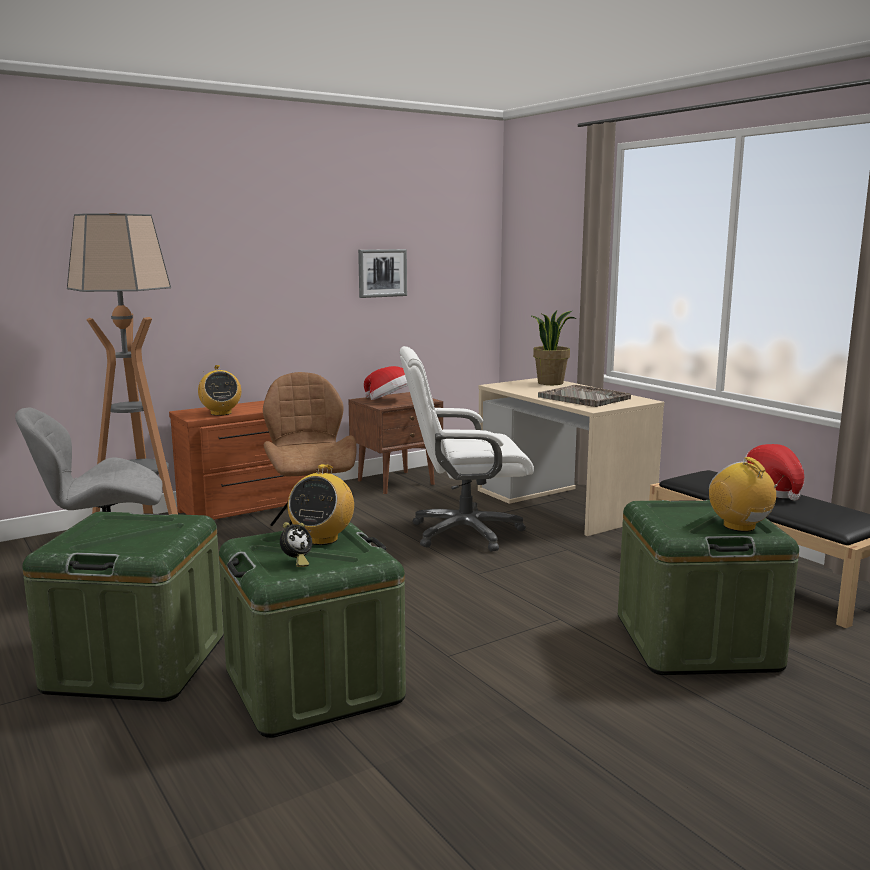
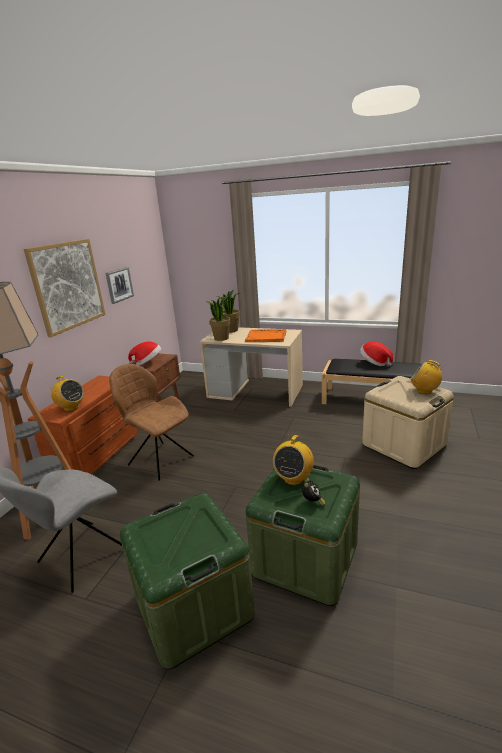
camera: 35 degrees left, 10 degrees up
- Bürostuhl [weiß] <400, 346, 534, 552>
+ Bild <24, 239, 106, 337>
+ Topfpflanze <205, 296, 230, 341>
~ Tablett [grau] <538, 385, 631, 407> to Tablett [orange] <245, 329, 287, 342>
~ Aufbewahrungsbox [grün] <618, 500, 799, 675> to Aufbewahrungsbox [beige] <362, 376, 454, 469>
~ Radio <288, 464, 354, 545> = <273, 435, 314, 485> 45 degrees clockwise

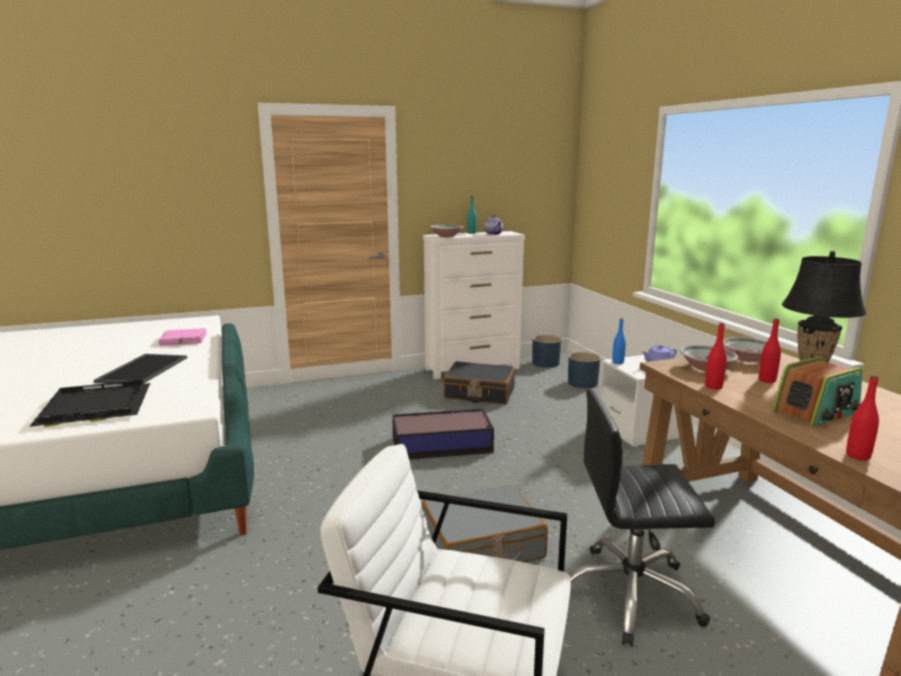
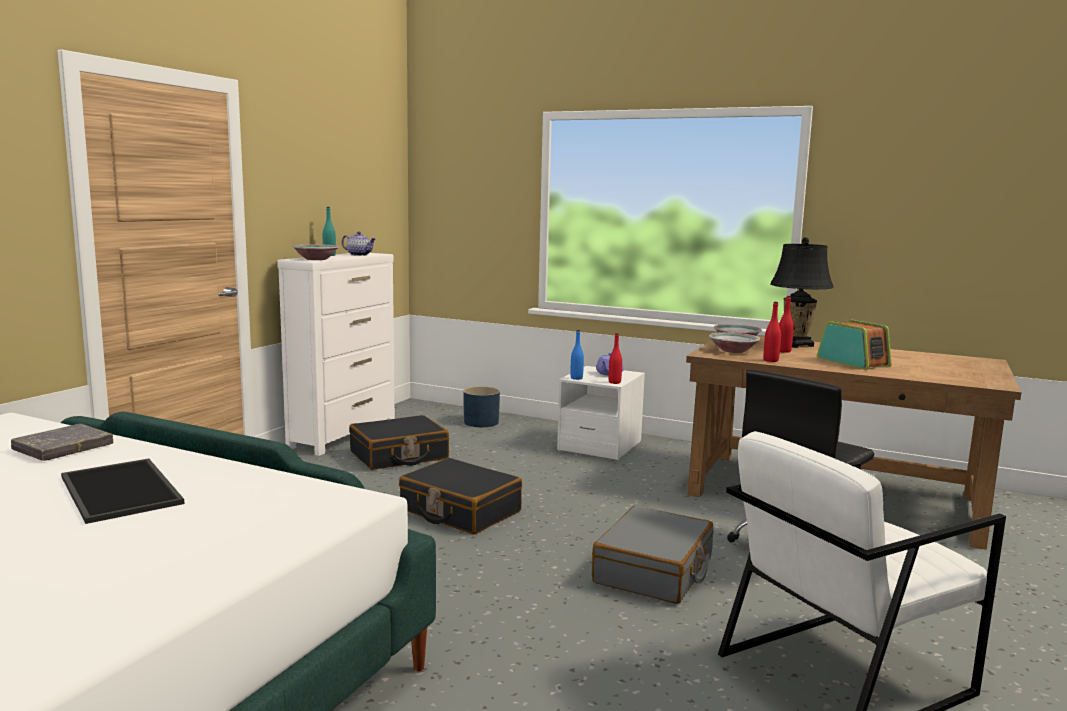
camera: 45 degrees left, 5 degrees down
- Tablett [schwarz] <29, 380, 150, 427>
- Pflanzkübel [blau] <532, 335, 561, 368>
~ Flasche [rot] <846, 375, 879, 461> to <609, 333, 622, 384>
~ Aufbewahrungsbox <392, 409, 494, 459> to Koffer [schwarz] <399, 458, 522, 534>
~ Buch [rosa] <159, 328, 207, 346> to Buch [grau] <11, 424, 113, 461>
~ Radio <772, 357, 863, 427> = <817, 320, 891, 370> 45 degrees counterclockwise

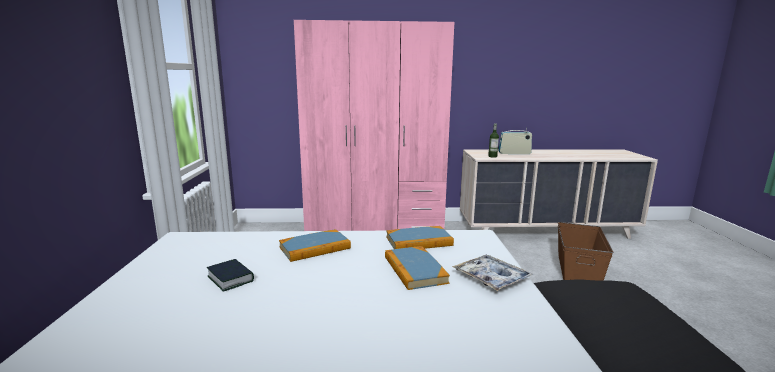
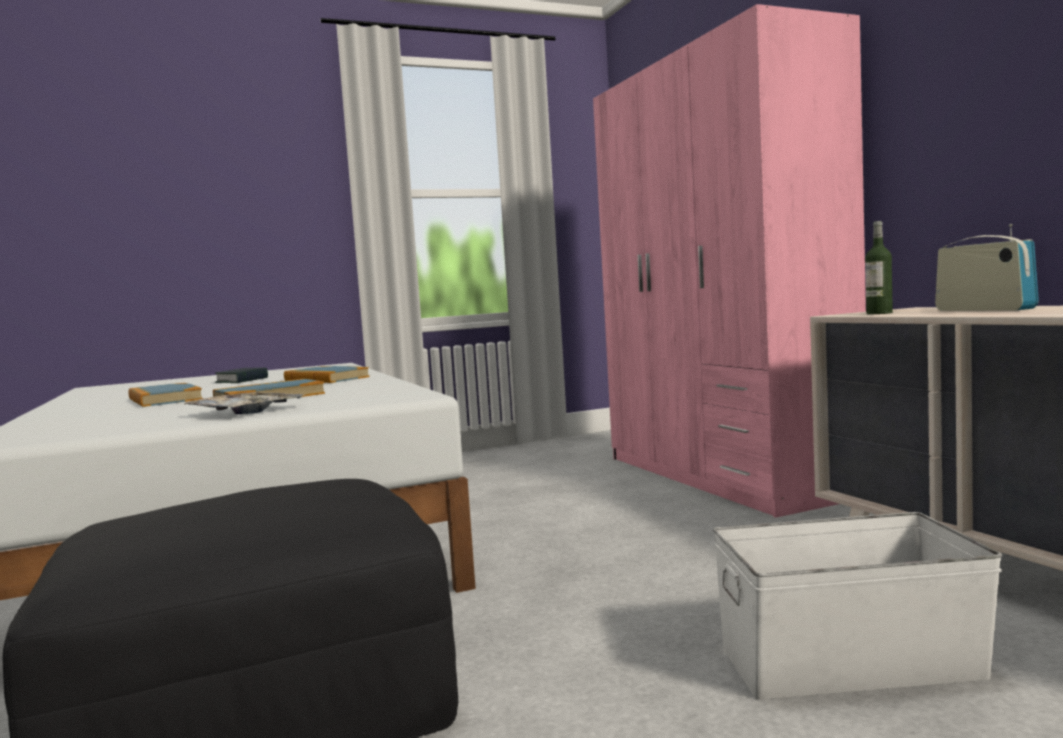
camera: 70 degrees right, 10 degrees down
~ Buch <386, 226, 454, 249> to <128, 383, 203, 407>
~ Aufbewahrungsbox [braun] <558, 222, 613, 281> to Aufbewahrungsbox [weiß] <713, 512, 1002, 700>

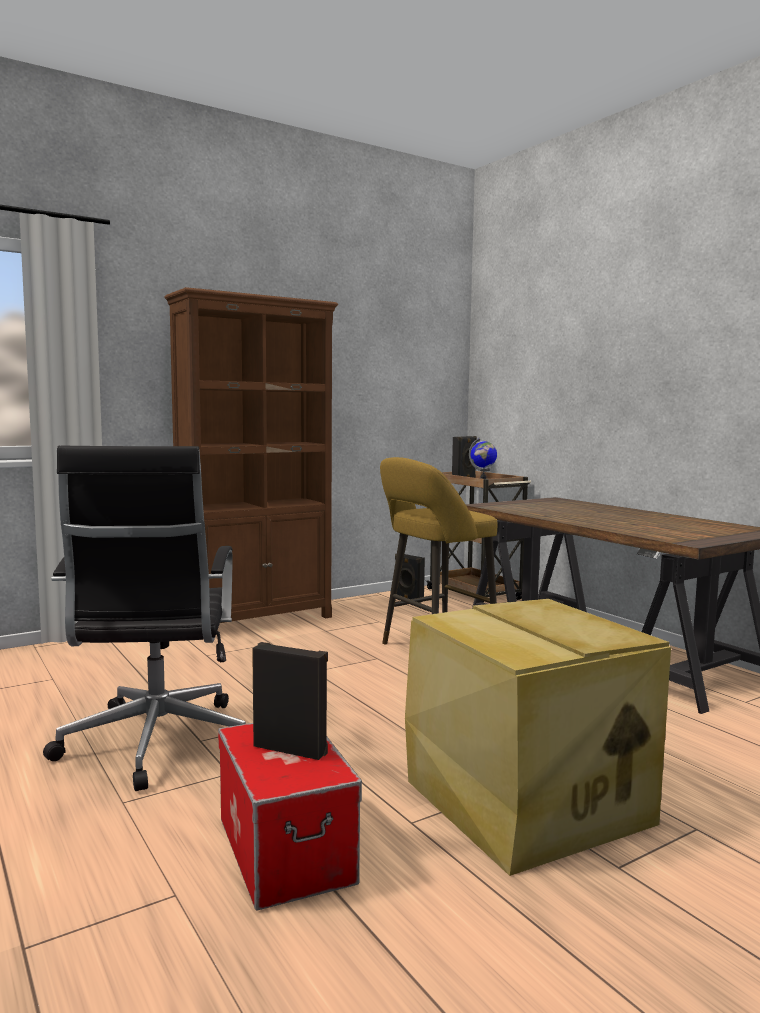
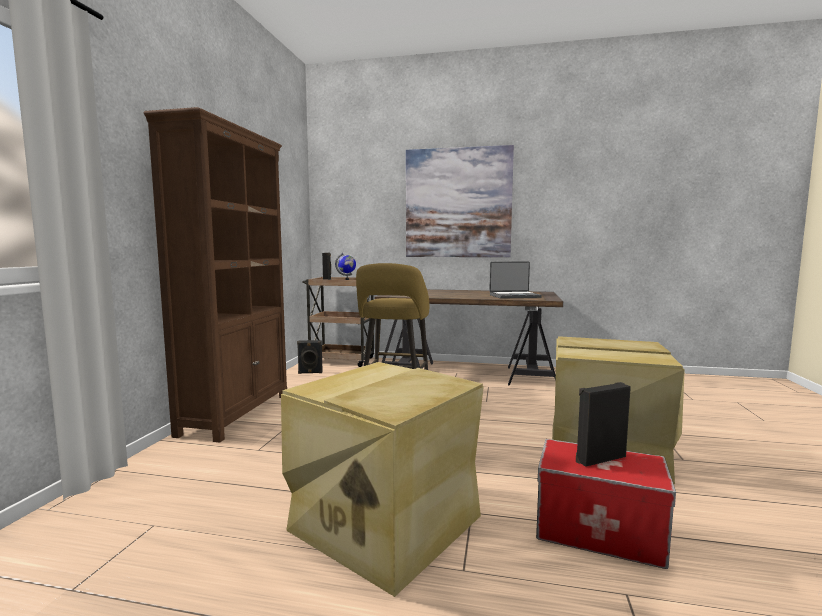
camera: 45 degrees left, 0 degrees up
+ Bild <406, 145, 514, 257>
+ Laptop <489, 262, 542, 299>
~ Bürostuhl [schwarz] <43, 446, 246, 791> to Aufbewahrungsbox [beige] <281, 362, 484, 597>

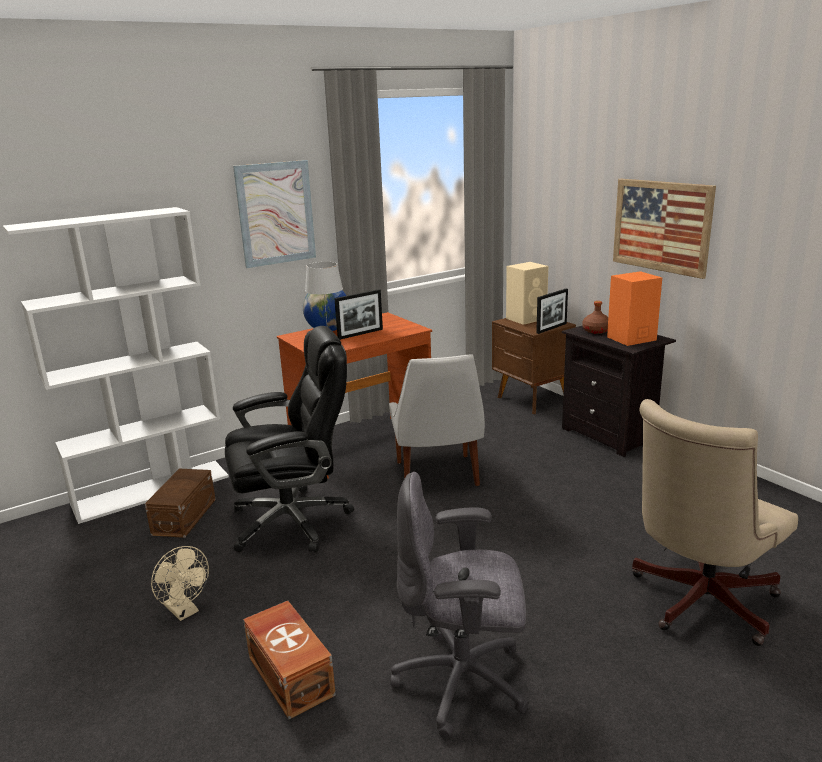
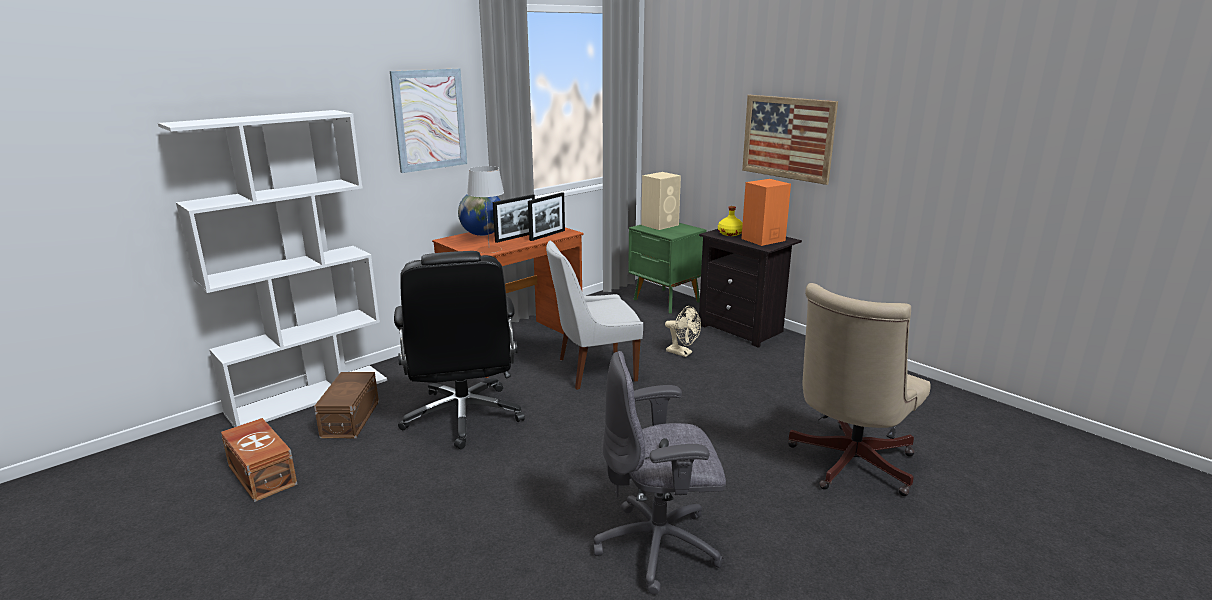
camera: 10 degrees left, 0 degrees up
~ Ventilator [beige] <151, 546, 209, 621> to <665, 306, 701, 357>
~ Aufbewahrungsbox [braun] <243, 601, 336, 719> to <221, 418, 298, 502>
~ Bilderrahmen <536, 289, 568, 334> to <528, 192, 565, 241>
~ Nachttisch [braun] <492, 318, 576, 414> to Nachttisch [grün] <628, 223, 707, 313>
~ Flasche [braun] <582, 301, 608, 334> to Flasche [gelb] <718, 206, 743, 236>
~ Bürostuhl [schwarz] <225, 326, 354, 553> = <394, 251, 525, 449> 105 degrees clockwise
~ Stuhl [weiß] <389, 354, 485, 486> = <546, 240, 643, 390> 90 degrees clockwise

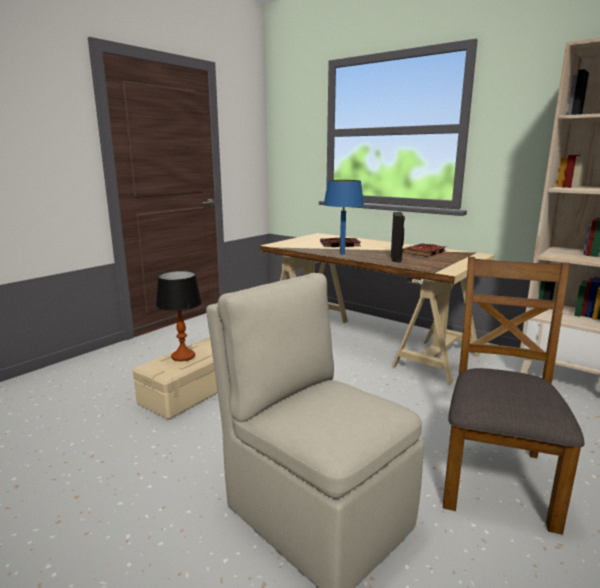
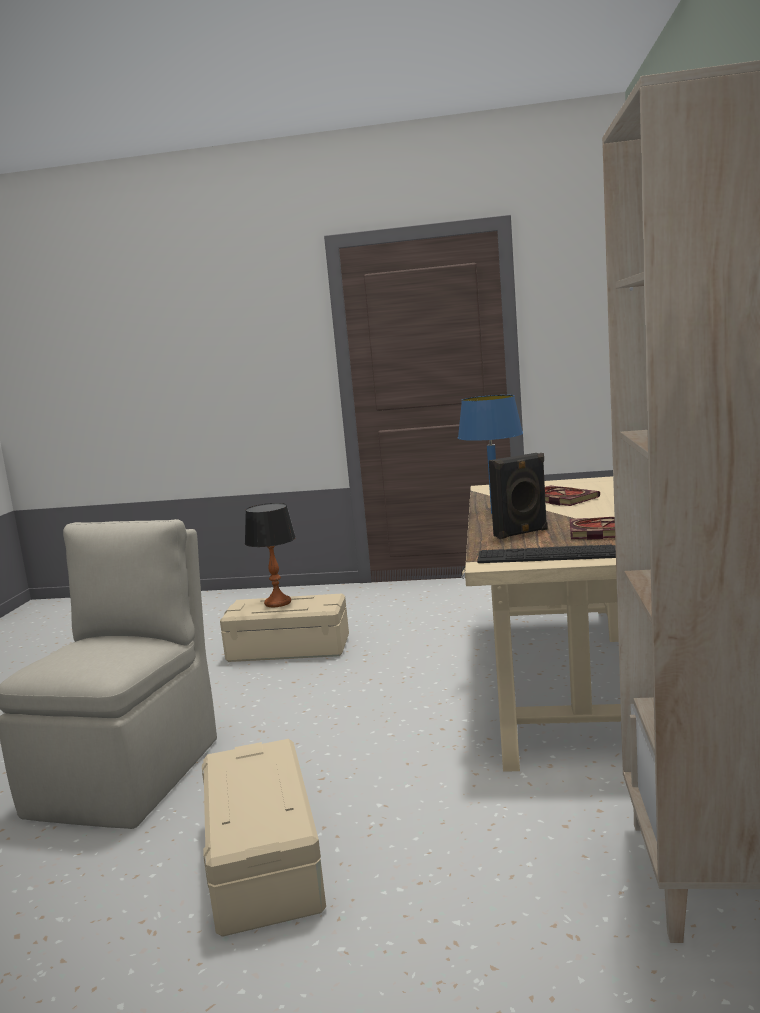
camera: 60 degrees right, 5 degrees down
+ Tastatur <477, 544, 616, 563>
~ Stuhl [braun] <443, 257, 585, 535> to Aufbewahrungsbox [beige] <202, 739, 326, 937>

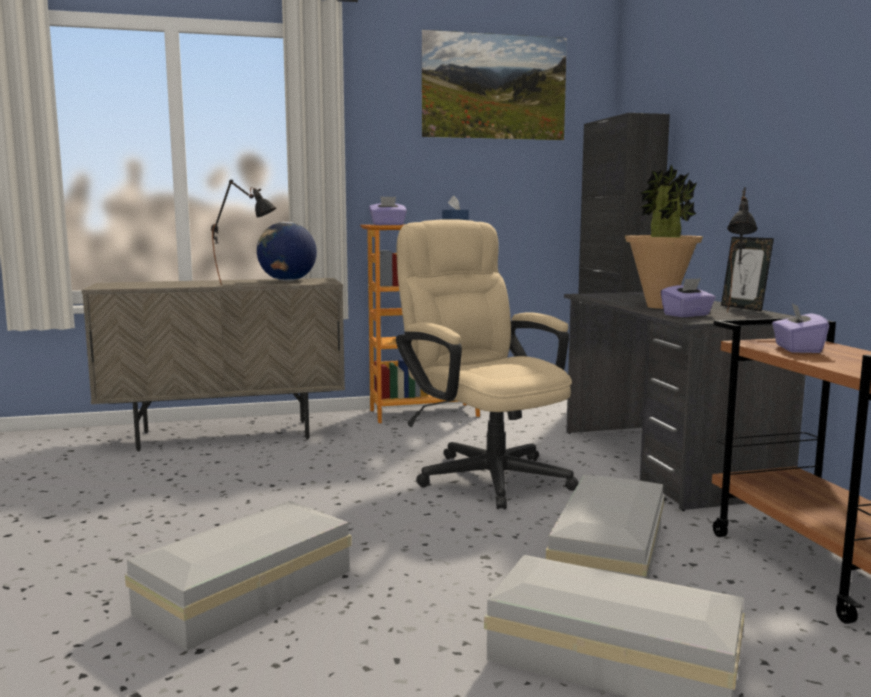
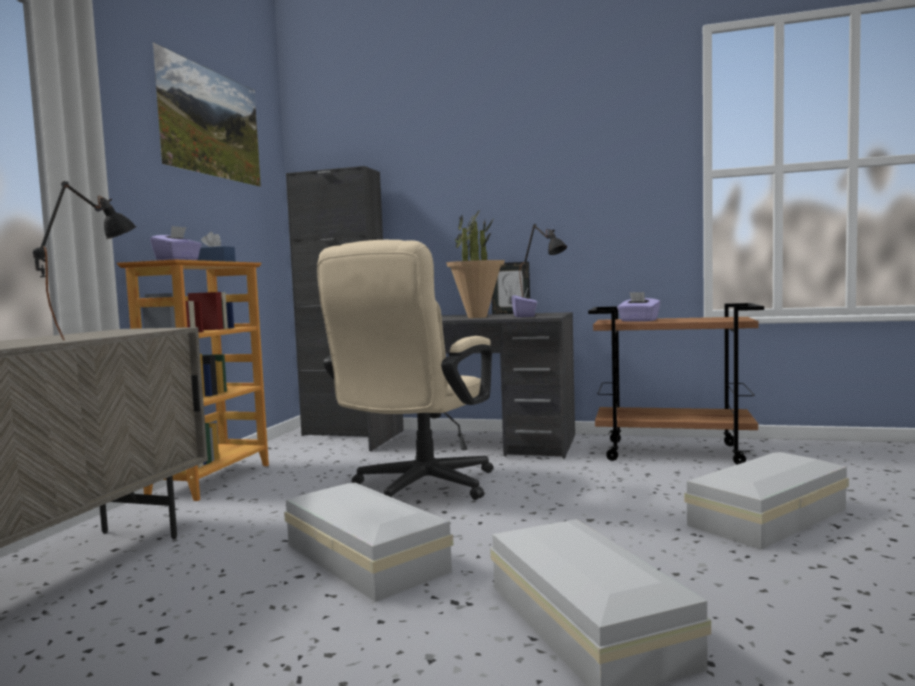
camera: 60 degrees left, 5 degrees down
- Globus <257, 222, 317, 281>
~ Aufbewahrungsbox [weiß] <546, 475, 664, 579> to <284, 483, 453, 602>
~ Bürostuhl [beige] <396, 219, 579, 509> = <317, 240, 493, 500> 60 degrees counterclockwise

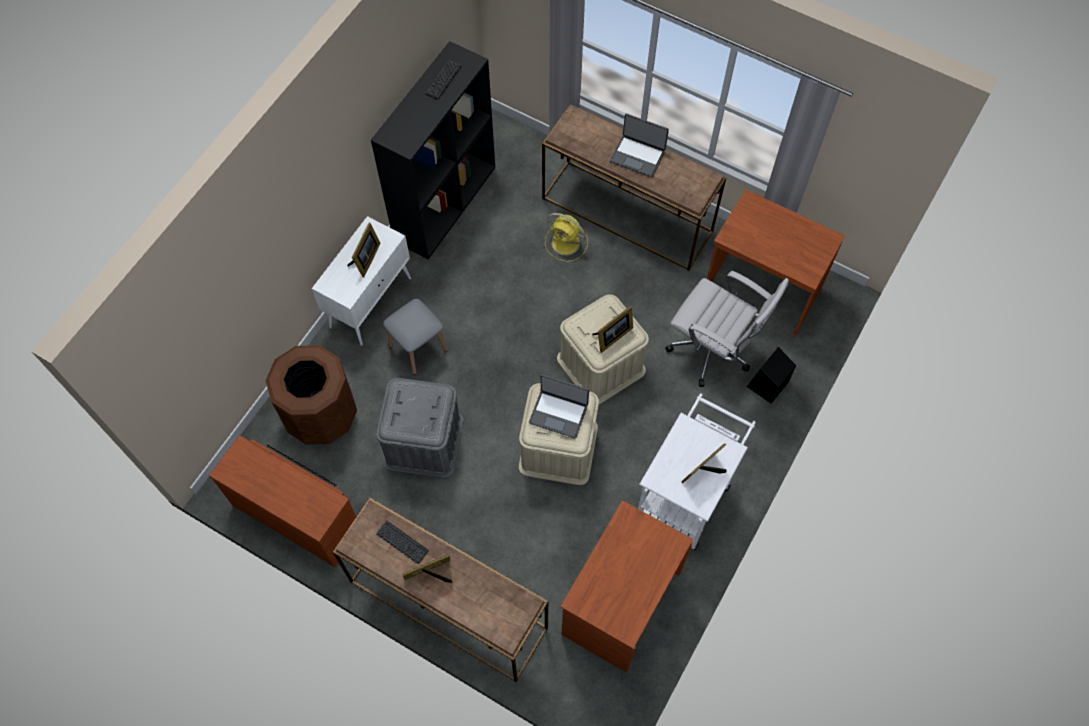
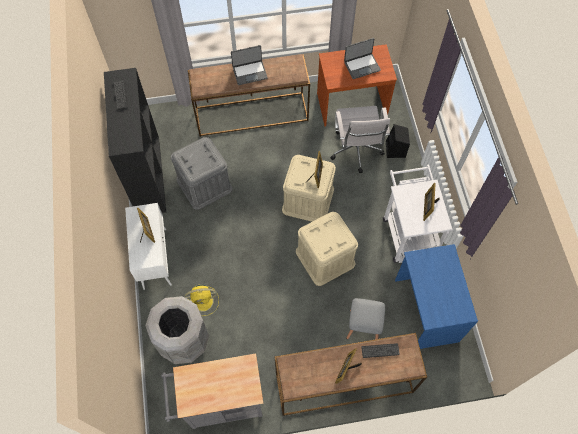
camera: 40 degrees left, 0 degrees up
~ Aufbewahrungsbox [grau] <376, 378, 463, 478> to <171, 137, 233, 210>
~ Tastatur <377, 521, 429, 564> to <361, 343, 400, 358>
~ Hocker [grau] <383, 299, 448, 375> to <346, 298, 385, 340>
~ Laptop <529, 374, 589, 438> to <344, 38, 381, 79>
~ Ventilator [gelb] <545, 213, 588, 262> to <184, 284, 219, 316>
~ Kommode [braun] <209, 435, 356, 567> to Rollwagen [grau] <161, 354, 263, 429>
~ Mülleimer [braun] <266, 345, 357, 445> to Mülleimer [grau] <145, 296, 209, 364>
~ Schreibtisch [braun] <560, 500, 693, 673> to Schreibtisch [blau] <395, 244, 478, 349>
~ Bürostuhl [weiß] <665, 271, 789, 387> = <331, 106, 390, 173> 90 degrees clockwise

